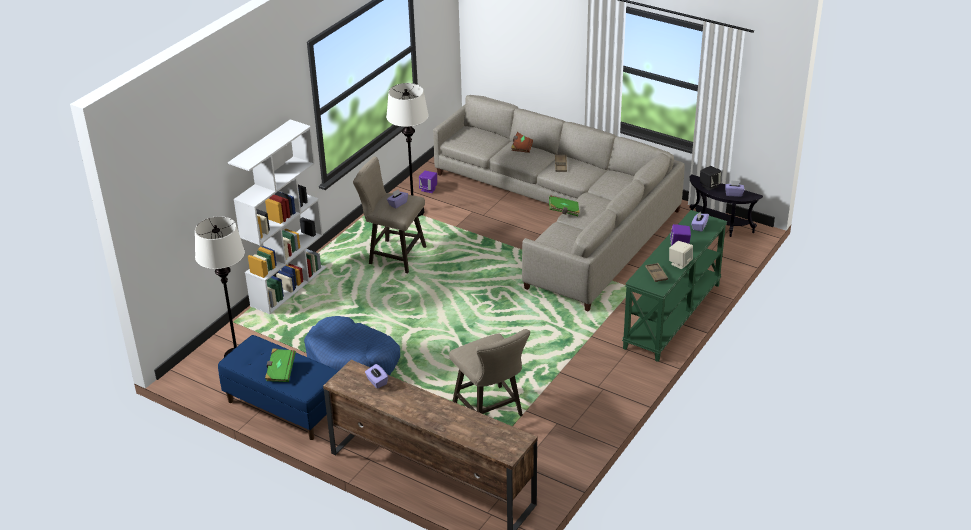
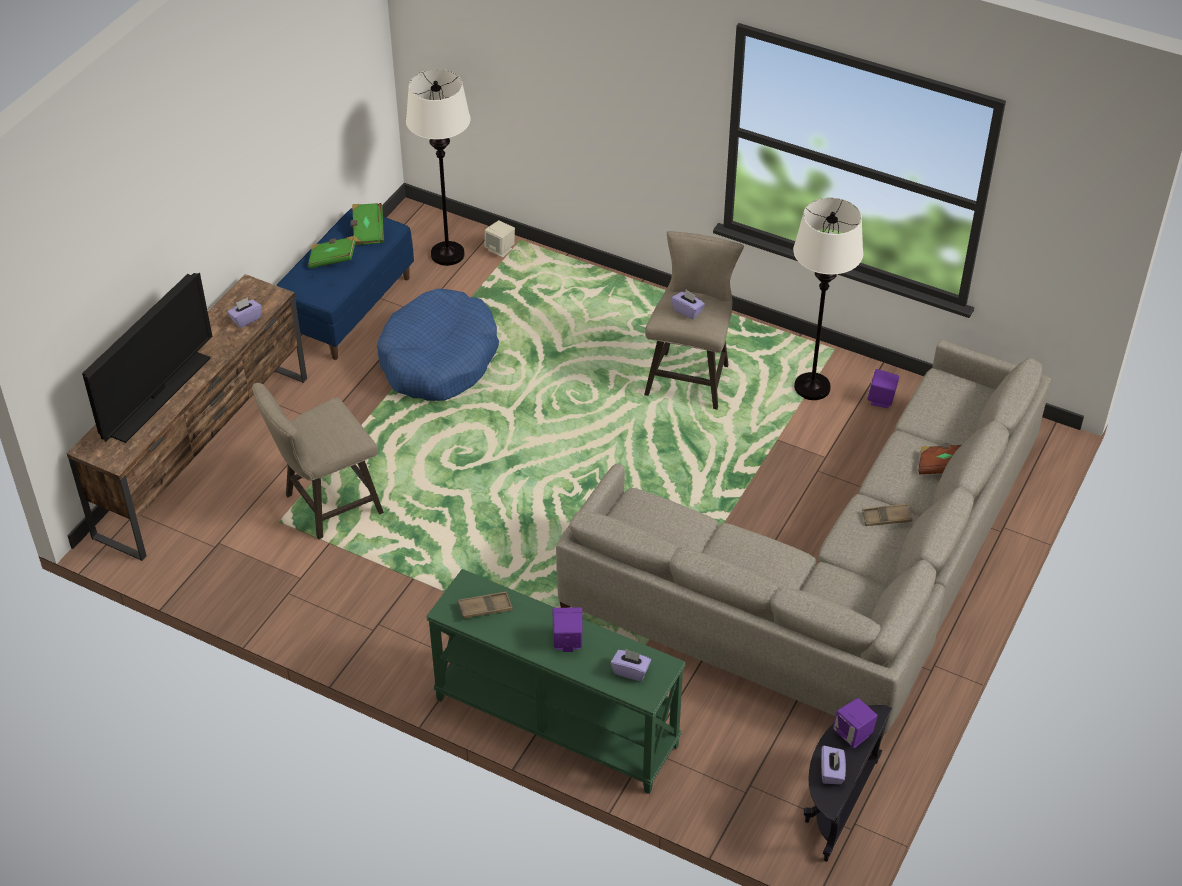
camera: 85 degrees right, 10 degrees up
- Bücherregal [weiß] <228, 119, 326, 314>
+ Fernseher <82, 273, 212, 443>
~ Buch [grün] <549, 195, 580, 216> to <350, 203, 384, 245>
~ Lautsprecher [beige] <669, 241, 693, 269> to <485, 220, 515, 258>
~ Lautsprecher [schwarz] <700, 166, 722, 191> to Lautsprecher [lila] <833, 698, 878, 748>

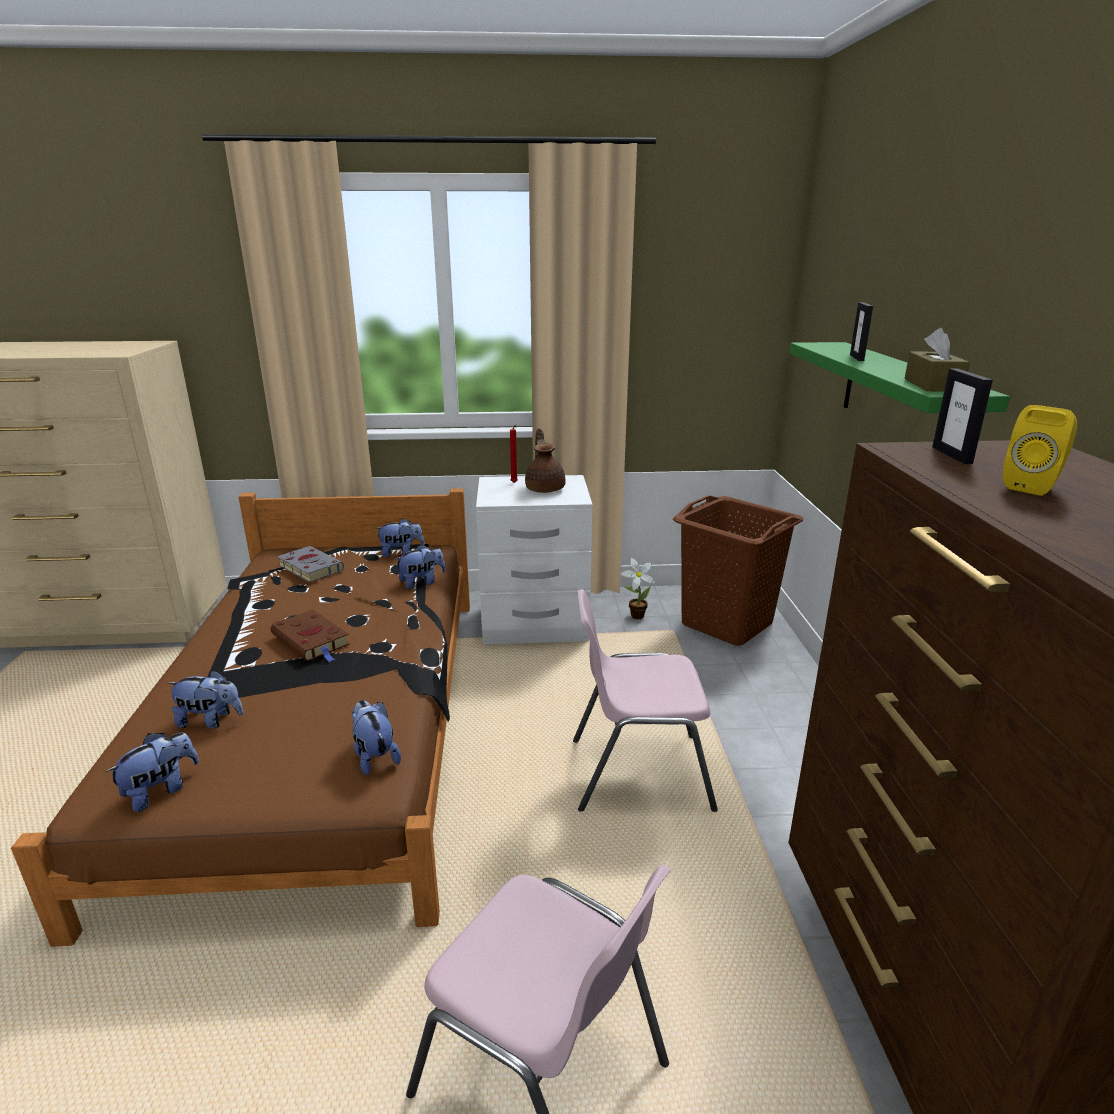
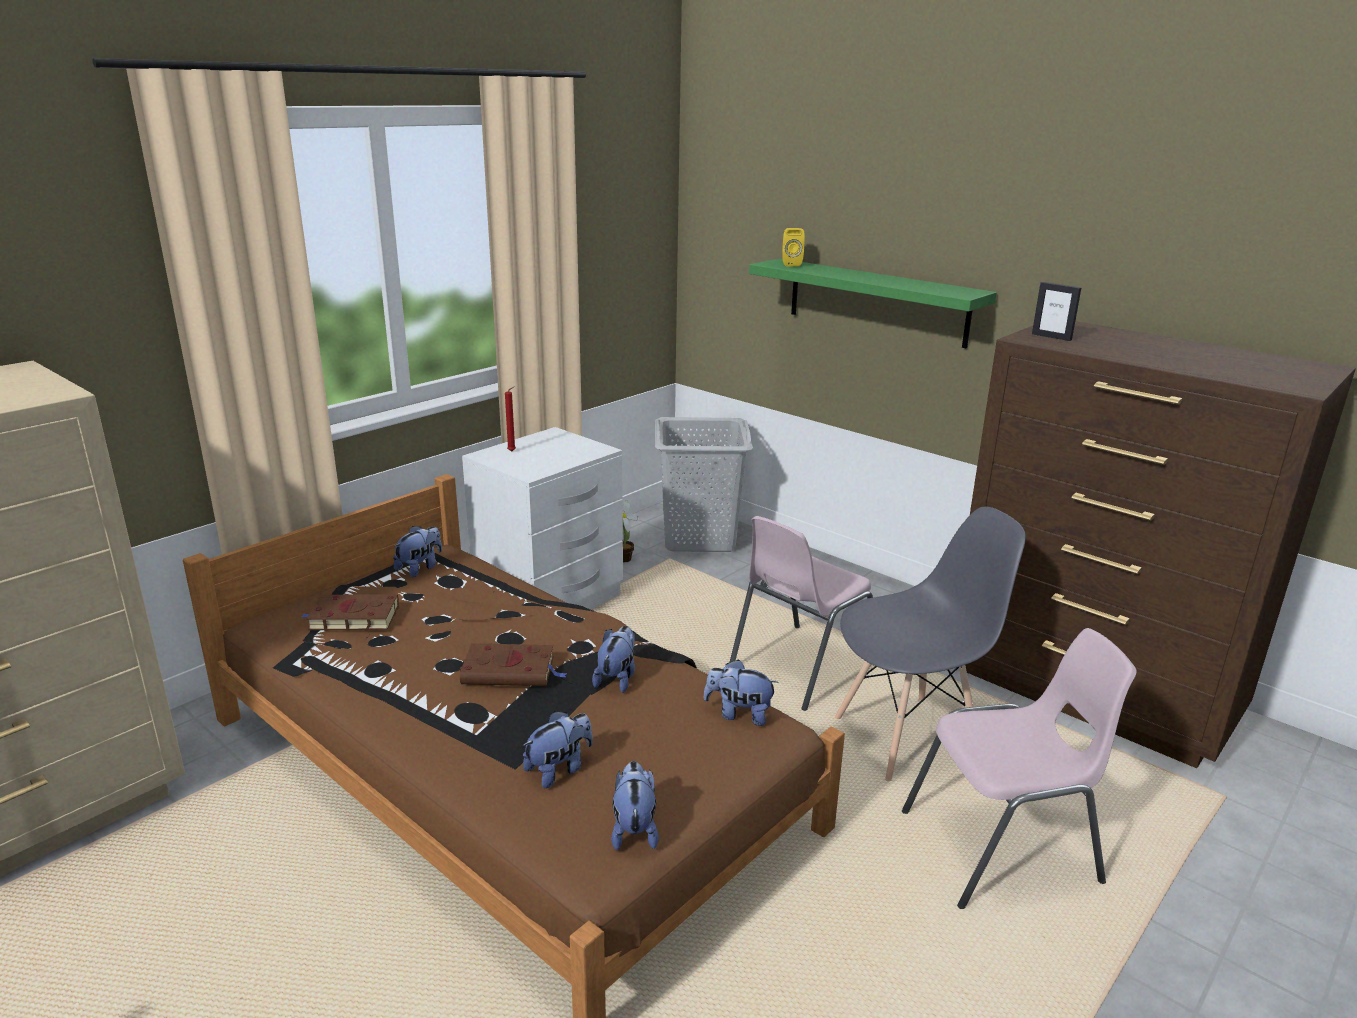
camera: 45 degrees left, 0 degrees up
- Teekanne [braun] <525, 428, 566, 493>
- Bilderrahmen <850, 302, 873, 361>
- Taschentuchbox [braun] <905, 328, 970, 392>
+ Stuhl [grau] <835, 507, 1026, 781>
~ Plüschtier <394, 545, 446, 589> to <592, 626, 635, 693>
~ Lautsprecher [gelb] <1003, 405, 1077, 496> to <782, 228, 805, 267>
~ Buch [grau] <277, 546, 344, 583> to Buch [braun] <300, 594, 399, 630>
~ Wäschekorb [braun] <673, 495, 803, 646> to Wäschekorb [grau] <655, 417, 753, 552>

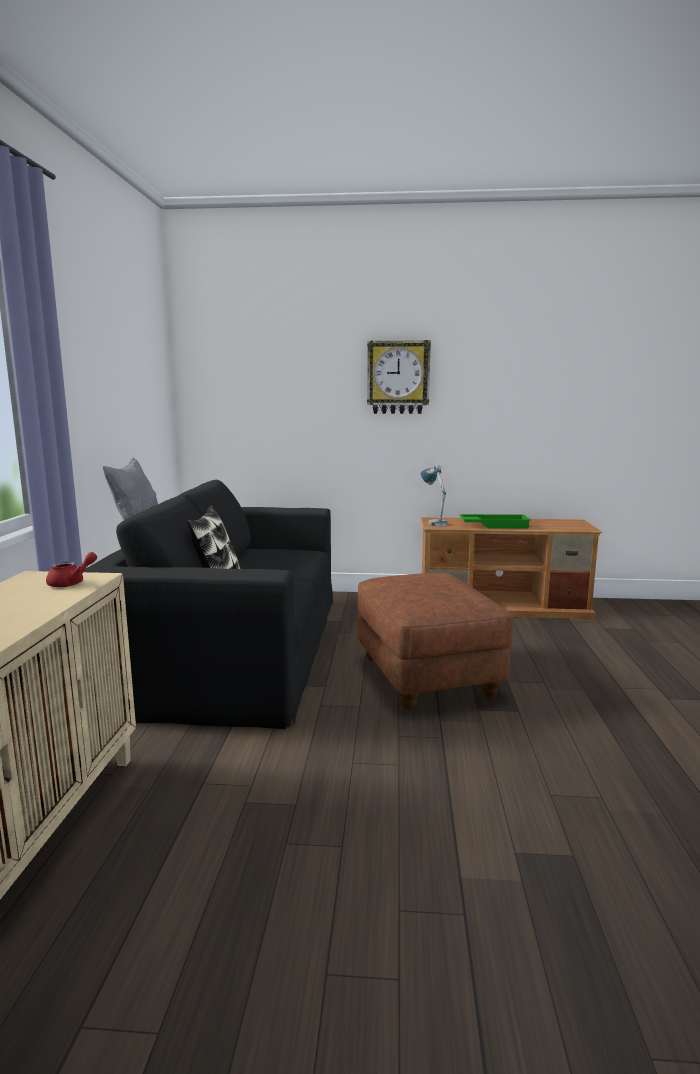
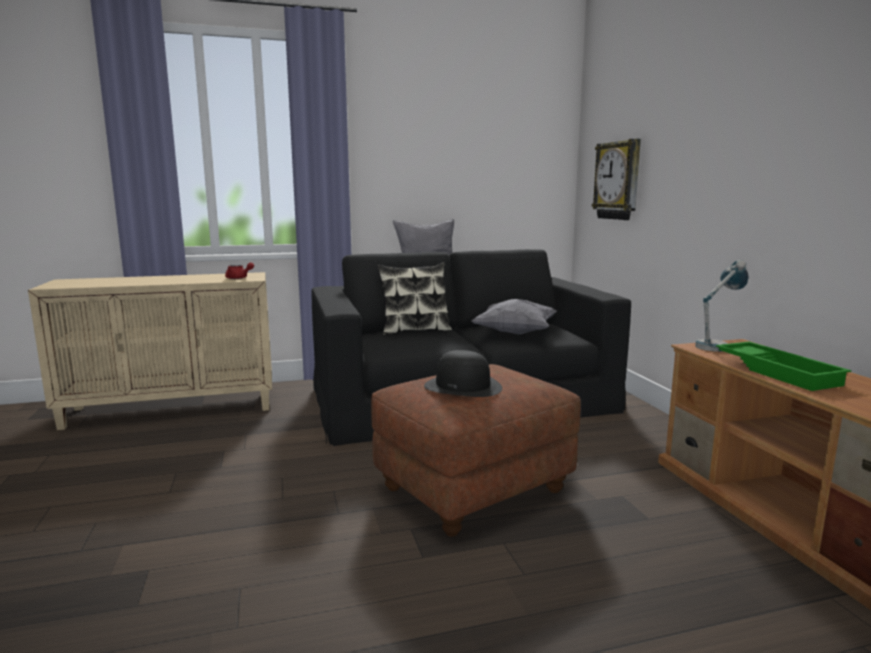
camera: 70 degrees right, 0 degrees up
+ Hut [schwarz] <424, 350, 502, 397>
+ Kissen [grau] <472, 299, 557, 334>
~ Wanduhr <367, 340, 431, 414> to <592, 139, 641, 220>

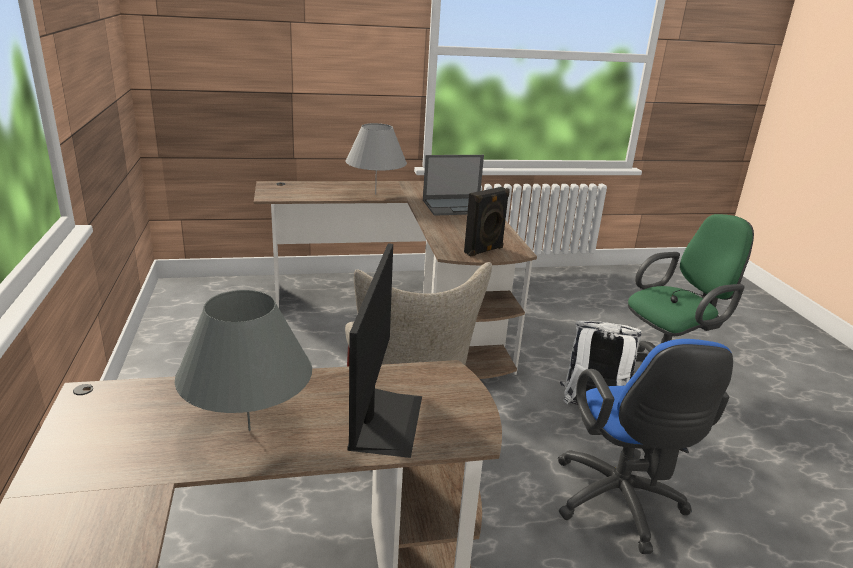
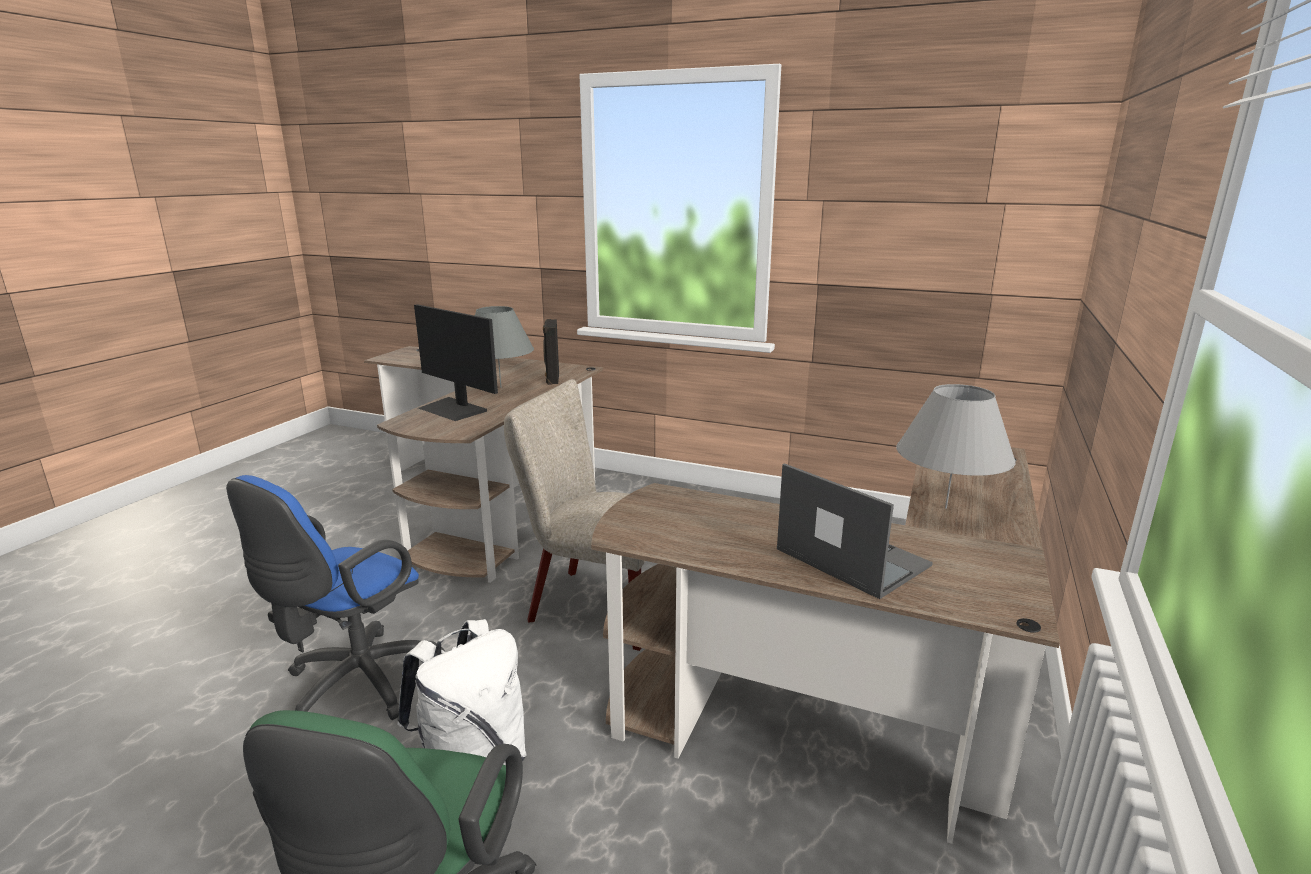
camera: 125 degrees right, 5 degrees down
~ Lautsprecher [schwarz] <464, 187, 510, 257> to <543, 319, 559, 385>
~ Laptop <423, 155, 484, 216> = <777, 463, 933, 599> 120 degrees clockwise
~ Bürostuhl [blau] <557, 339, 733, 554> = <226, 475, 445, 720> 90 degrees counterclockwise

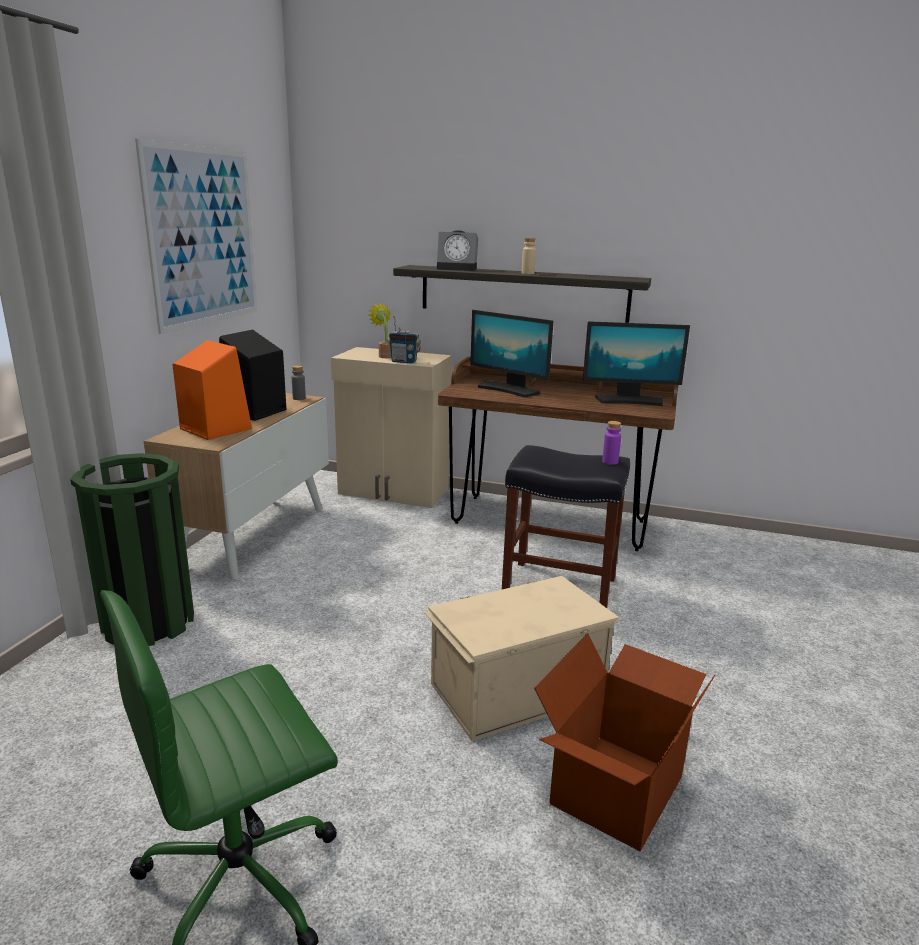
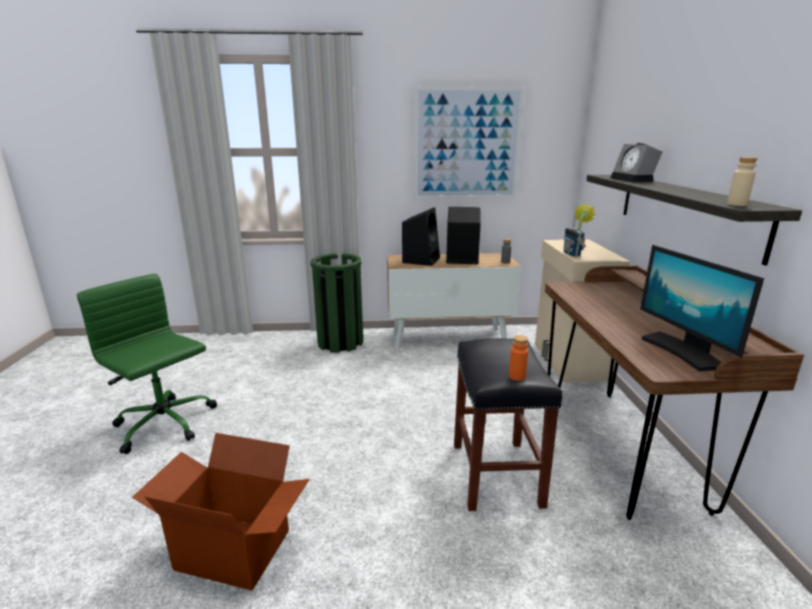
camera: 70 degrees right, 0 degrees up
- Aufbewahrungsbox [beige] <424, 576, 619, 741>
- Monitor <470, 310, 553, 398>
~ Flasche [beige] <522, 238, 536, 274> to <727, 157, 757, 206>
~ Lautsprecher [orange] <173, 340, 252, 440> to Lautsprecher [schwarz] <402, 207, 440, 266>
~ Flasche [lila] <602, 421, 621, 465> to Flasche [orange] <509, 335, 528, 381>

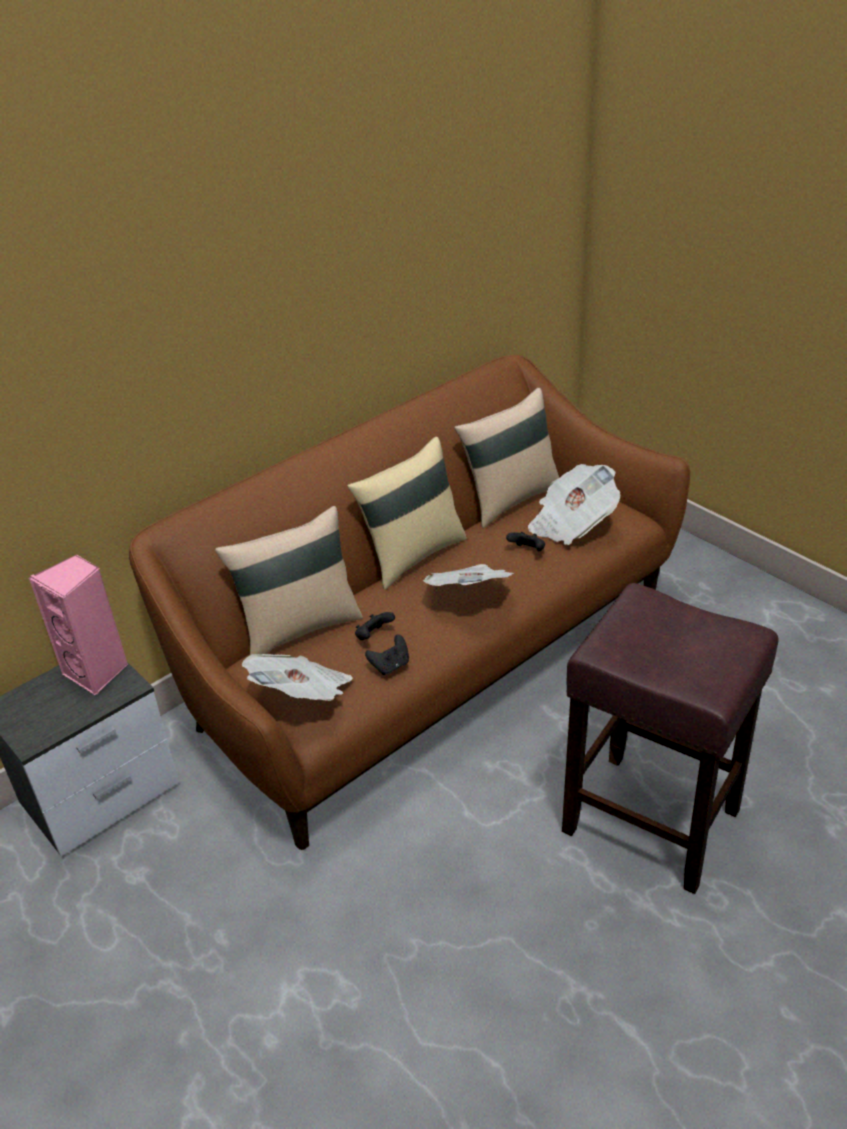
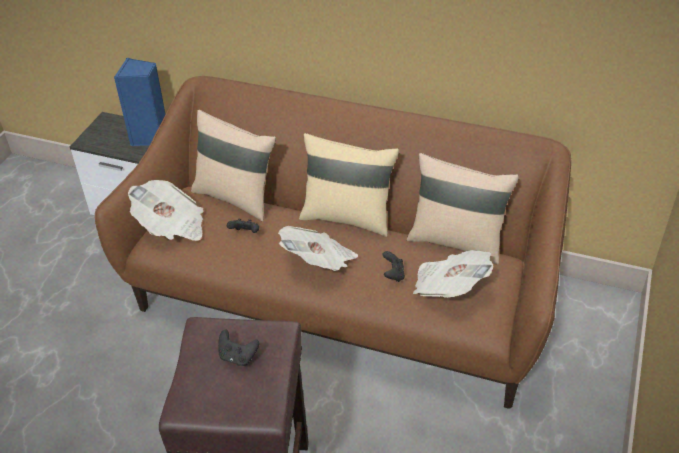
camera: 60 degrees right, 5 degrees up
~ Gamepad [schwarz] <365, 634, 409, 675> to <218, 329, 259, 366>
~ Lautsprecher [rosa] <29, 555, 128, 696> to Lautsprecher [blau] <114, 58, 165, 146>

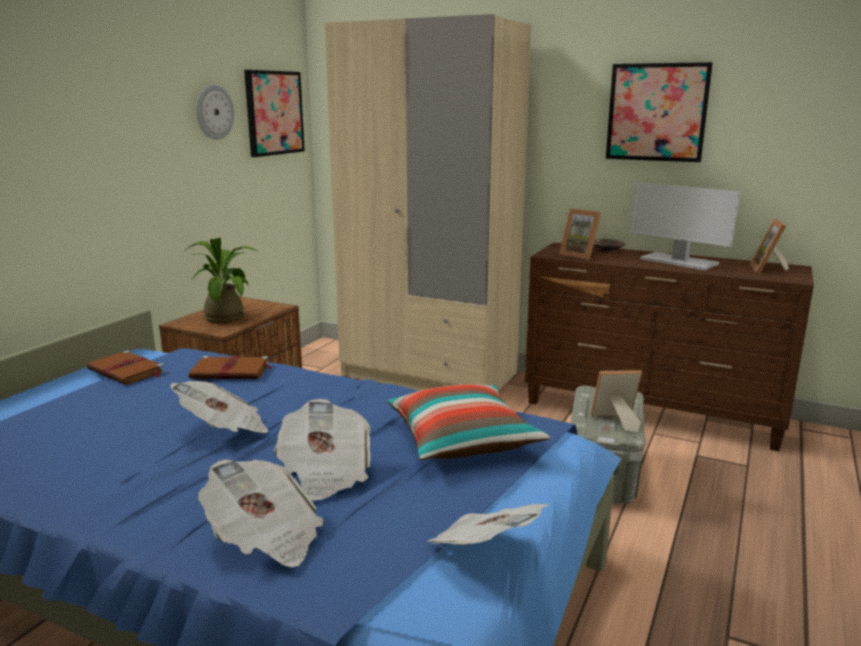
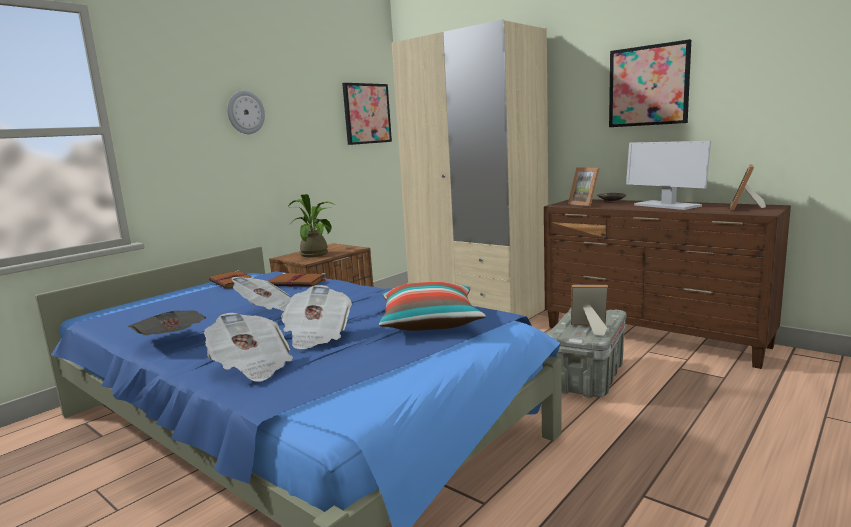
camera: 15 degrees right, 5 degrees down
~ Wanduhr <196, 84, 234, 140> to <227, 91, 265, 134>
~ Zeitung <426, 504, 550, 545> to <128, 310, 206, 335>

